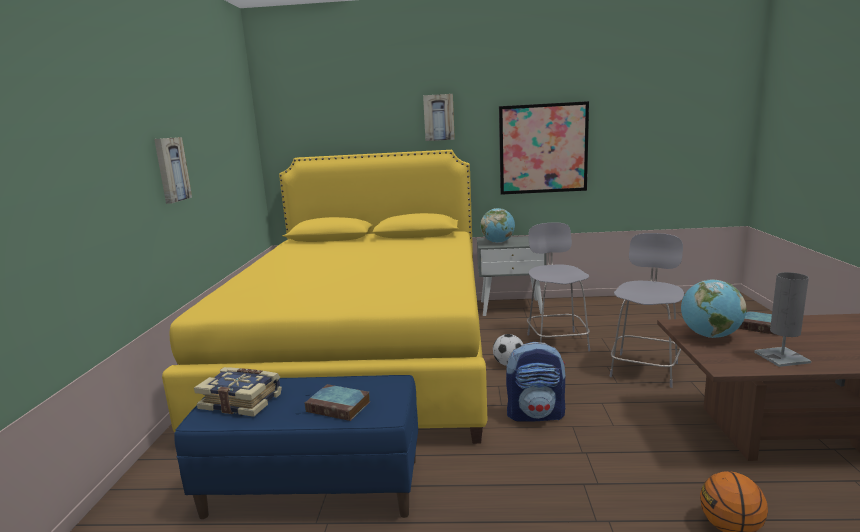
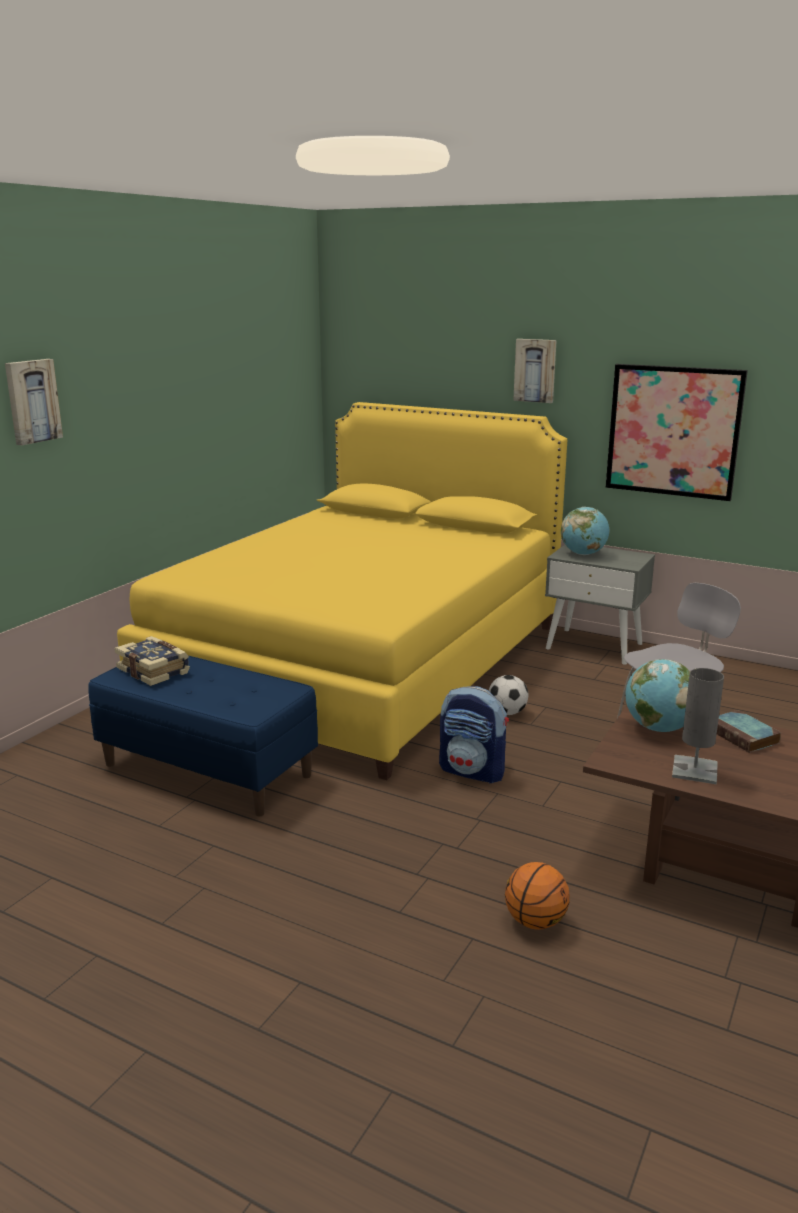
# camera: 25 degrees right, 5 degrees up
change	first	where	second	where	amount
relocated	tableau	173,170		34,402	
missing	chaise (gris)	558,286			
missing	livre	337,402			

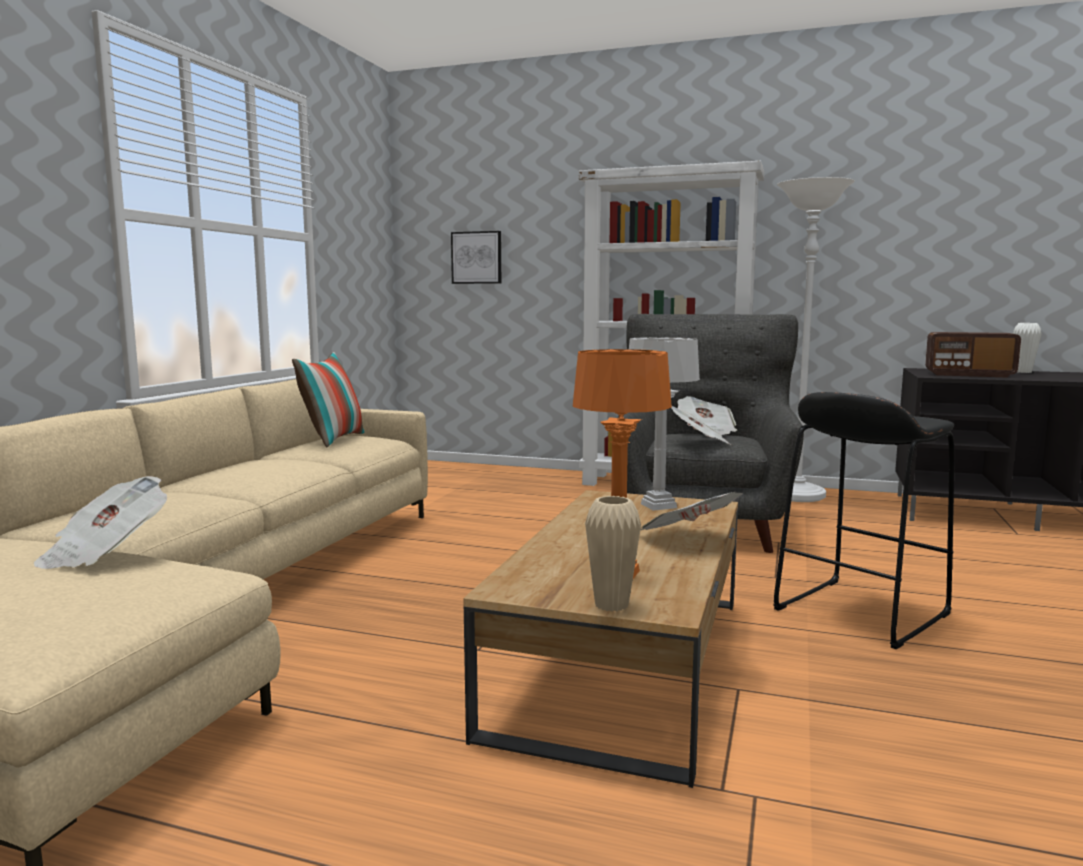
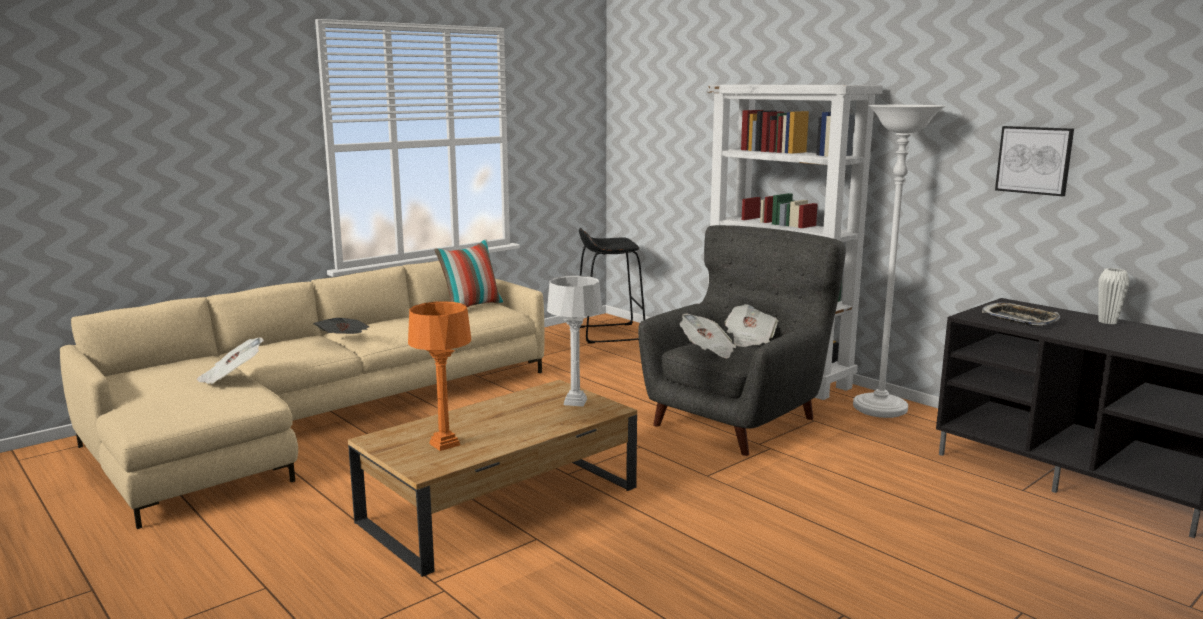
# camera: 30 degrees right, 5 degrees up
change	first	where	second	where	amount
relocated	tableau	476,257		1034,161	
exchanged	radio	973,354	plateau	1021,314	
relocated	tabouret (noir)	864,520		612,285	
relocated	journal	691,511		341,326	
missing	vase (beige)	613,554			

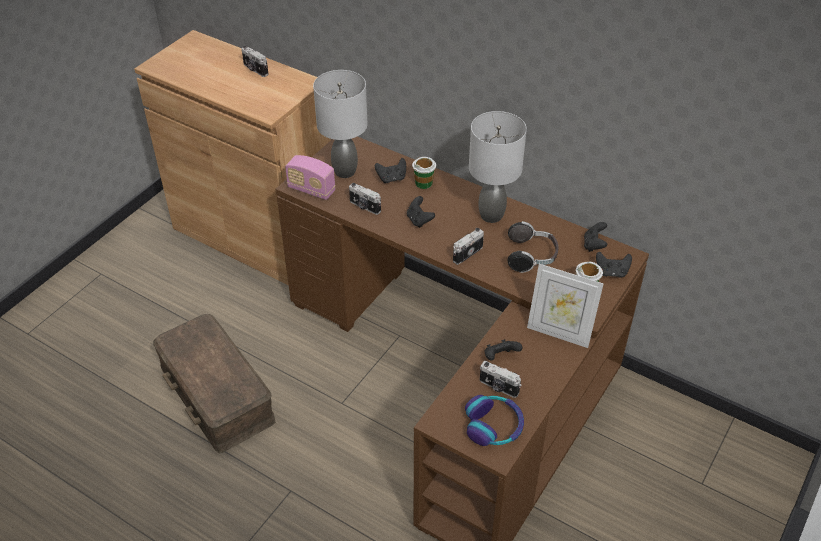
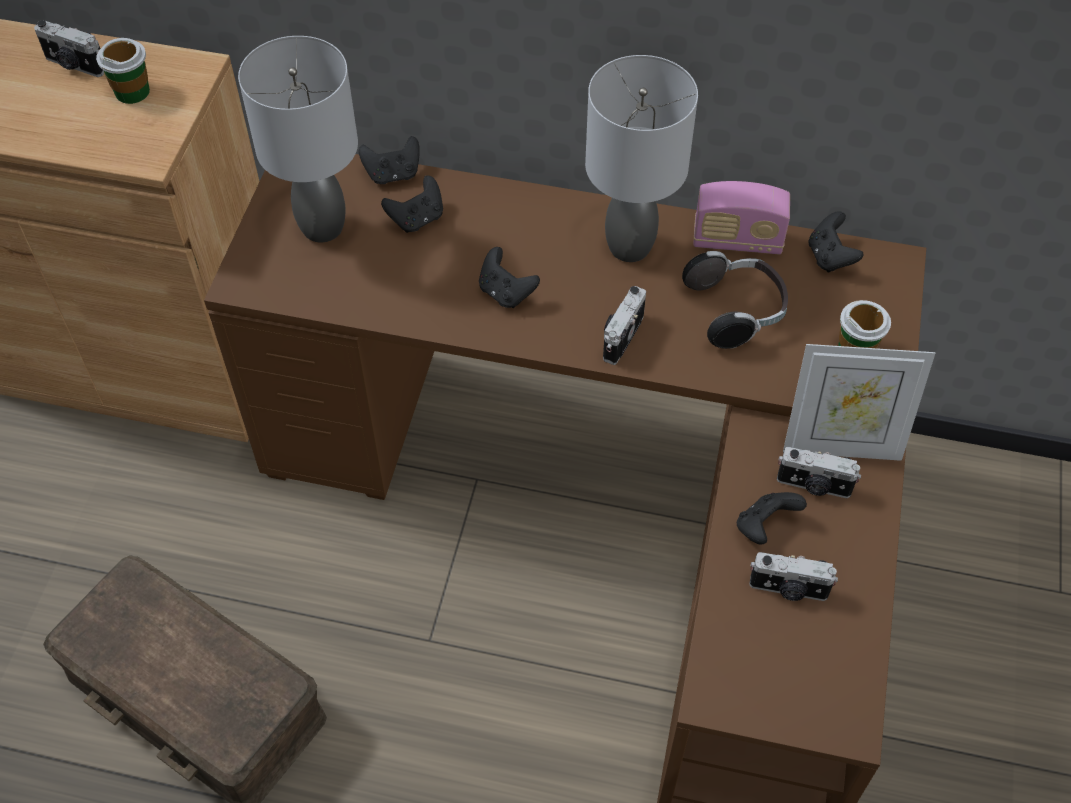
# camera: 20 degrees left, 10 degrees up
change	first	where	second	where	amount
relocated	radio	310,177		742,217	
relocated	tasse	424,173		123,71	
relocated	appareil photo	365,199		819,472	
relocated	manette (noir)	614,265		389,160	
missing	casque audio	494,420			

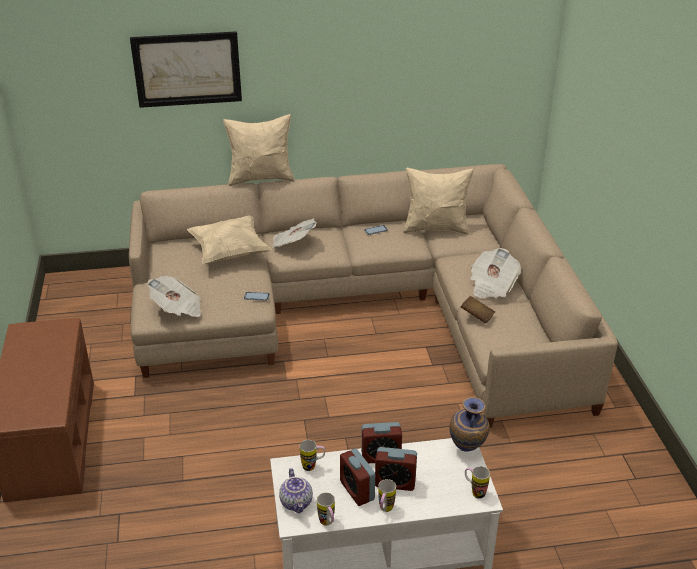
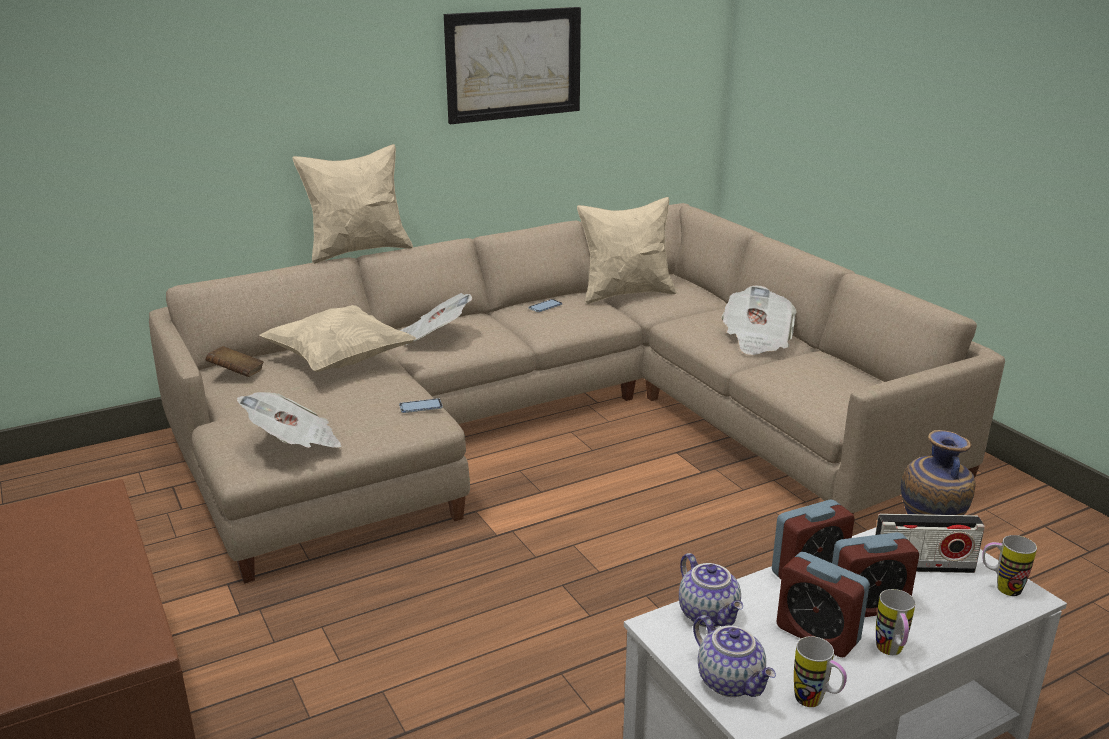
# camera: 20 degrees left, 10 degrees down
change	first	where	second	where	amount
relocated	tableau	186,69		512,65	
relocated	livre (marron)	478,310		235,361	
exchanged	mug	312,455	théière	711,590	
appeared			radio	930,543	

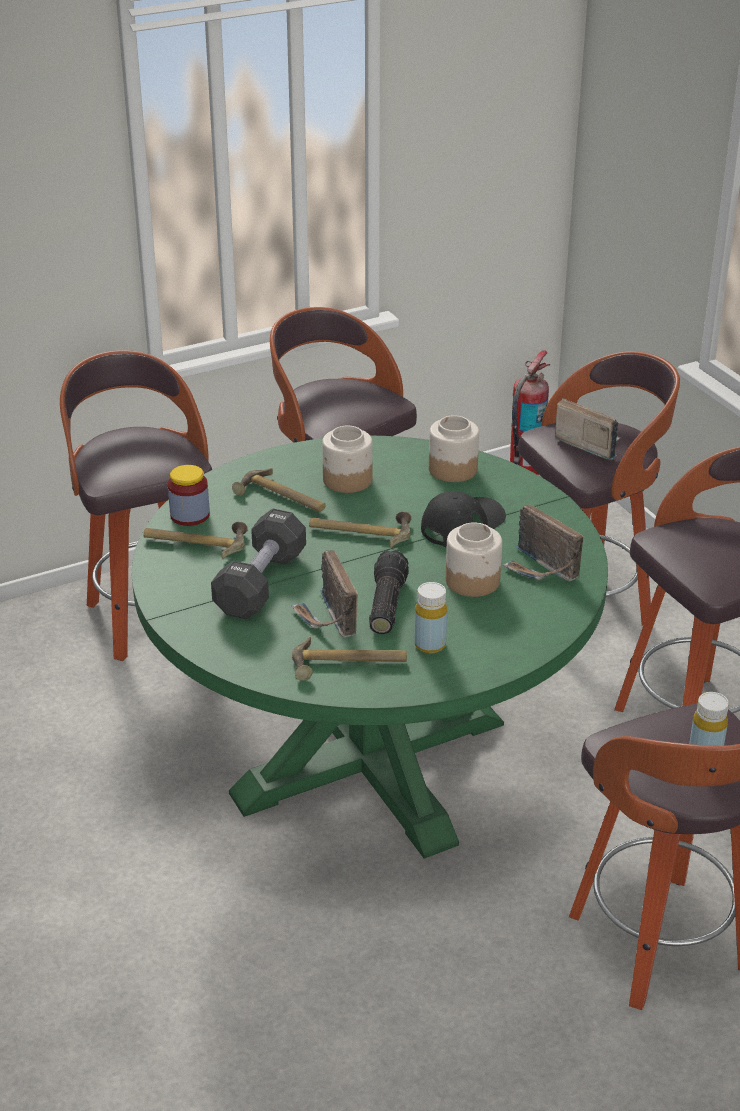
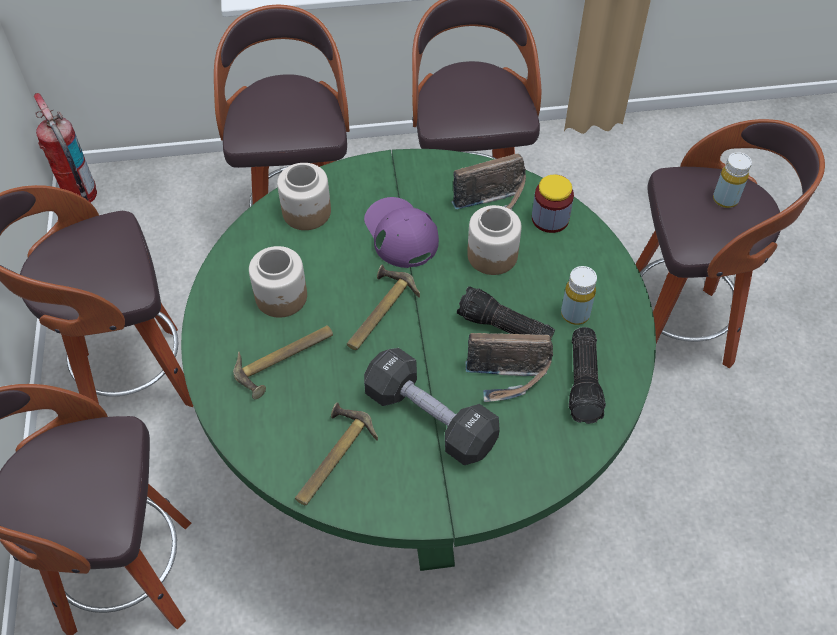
# camera: 70 degrees left, 20 degrees up
change	first	where	second	where	amount
missing	radio	588,429			
relocated	bocal	189,495		553,204	
colour	casquette (noir)	463,519	casquette (violet)	401,232	
exchanged	marteau	349,658	lampe de poche	587,375	

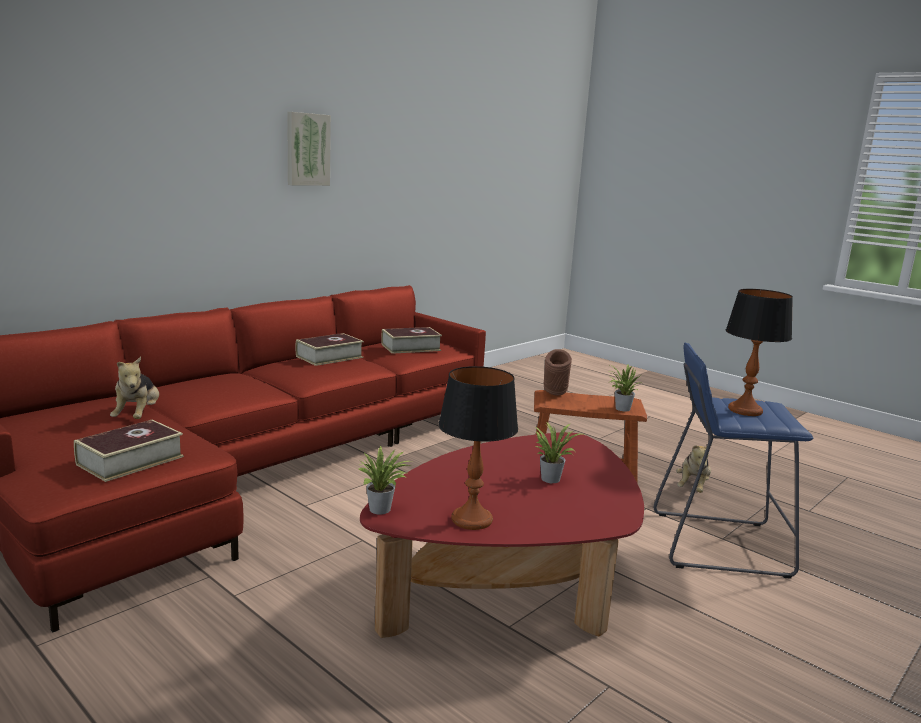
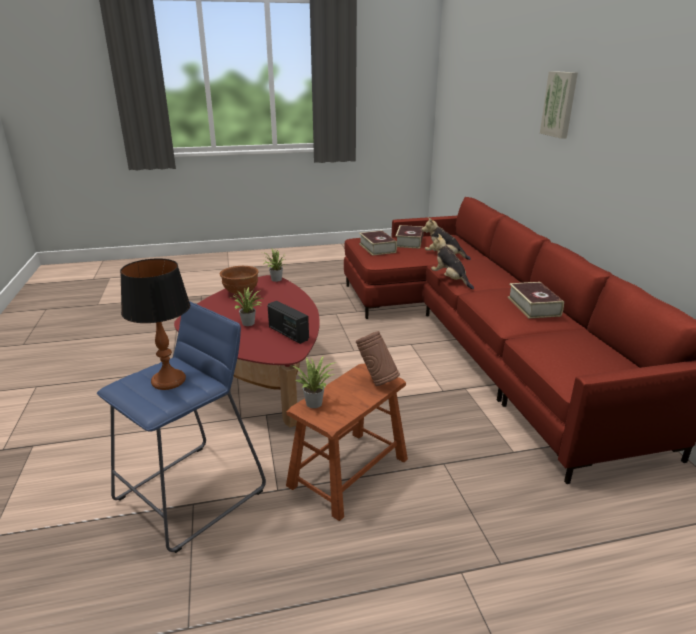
# camera: 125 degrees right, 10 degrees up
change	first	where	second	where	amount
relocated	tableau	309,149		559,105	
relocated	livre	411,340		410,237	
exchanged	lampe de table	478,448	bol (marron)	239,280	
relocated	peluche	694,468		451,261	
appeared			radio	288,322	

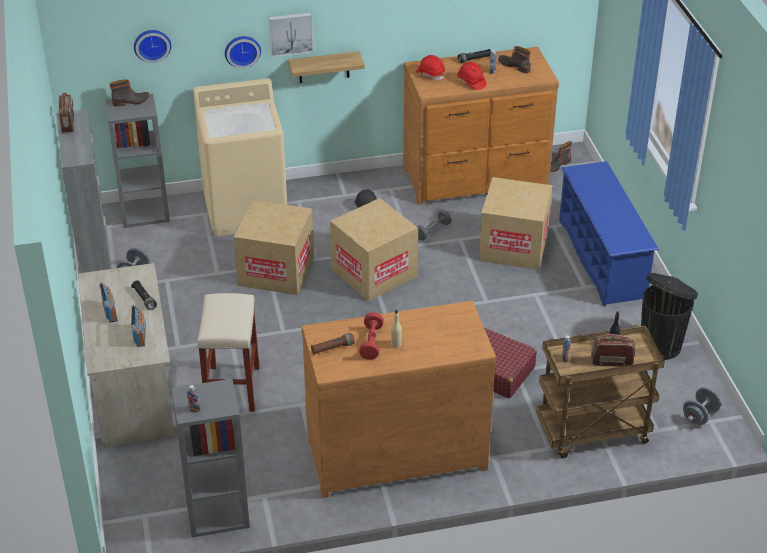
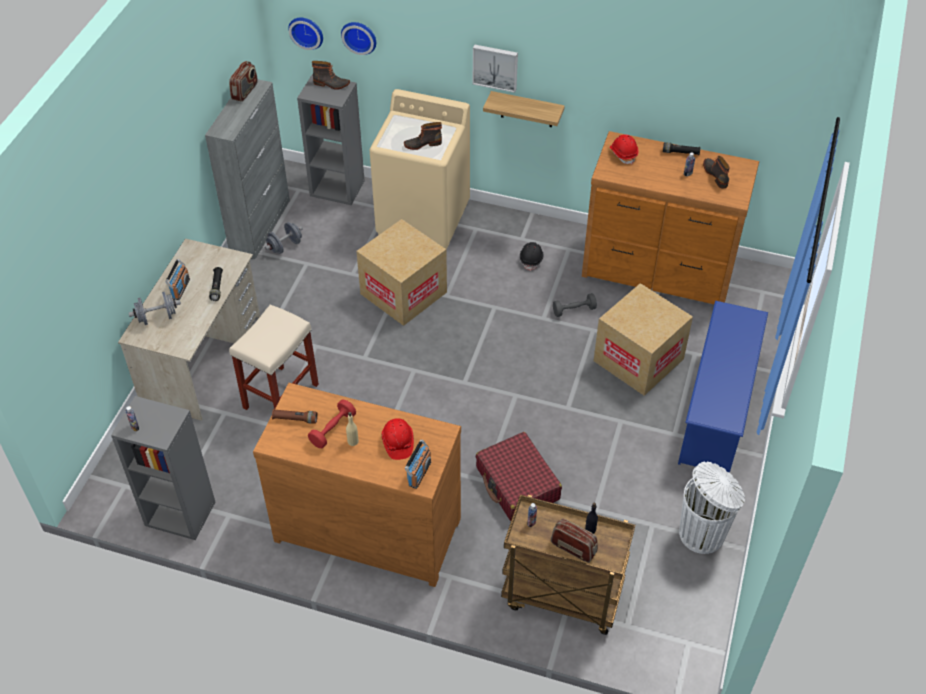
# camera: 30 degrees right, 10 degrees up
change	first	where	second	where	amount
relocated	horloge murale	243,52		305,34	
relocated	casque de chantier (rouge)	471,76		398,439	
relocated	botte	561,156		423,136	
missing	carton	374,249			
colour	poubelle (noir)	669,316	poubelle (blanc)	712,508	
relocated	radio	138,326		418,464	
relocated	haltère (gris)	702,406		155,308	

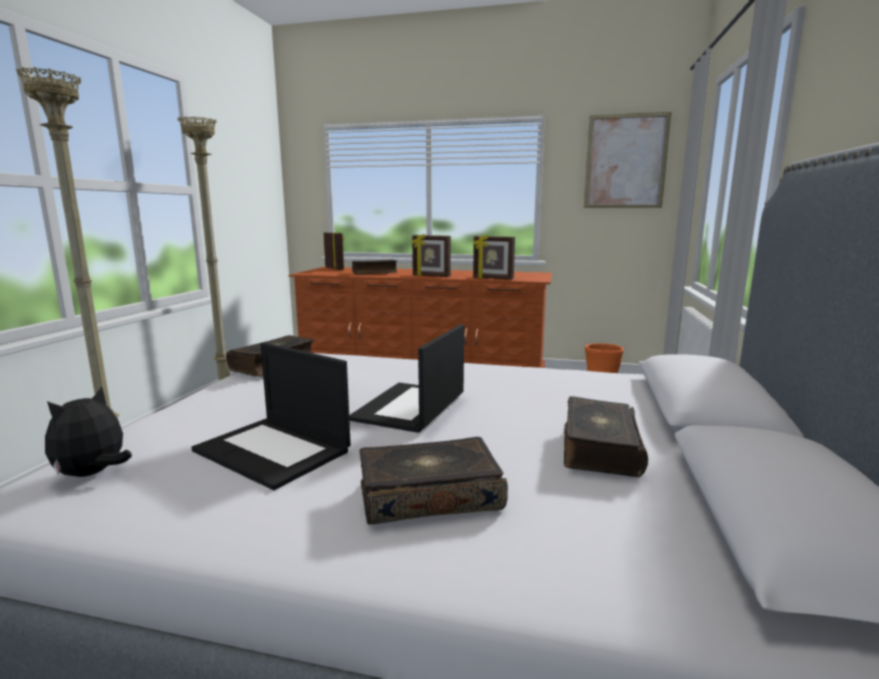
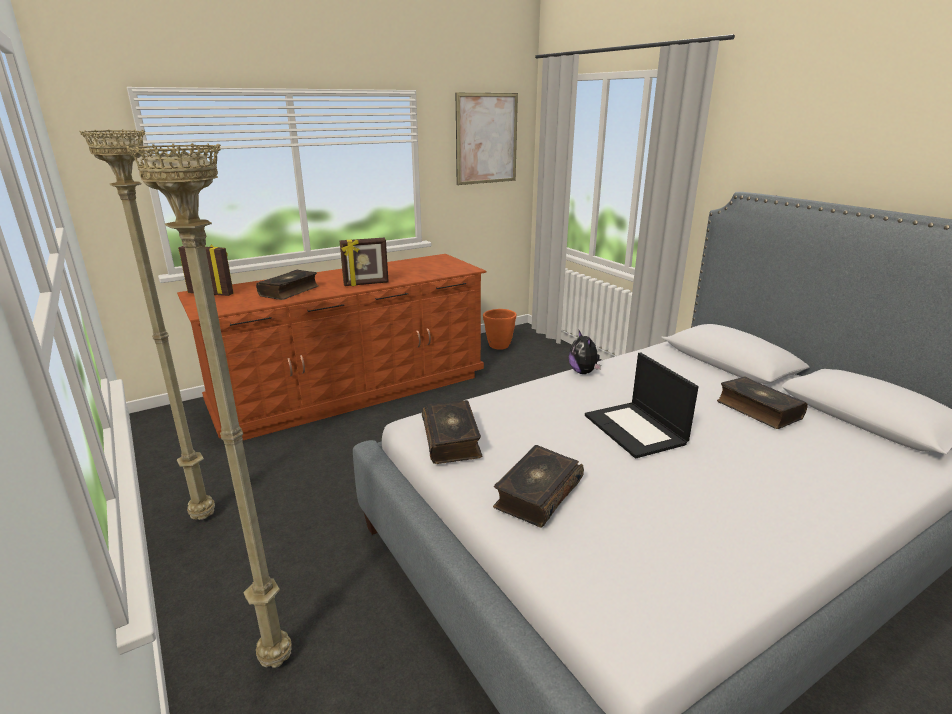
# camera: 45 degrees left, 10 degrees up
change	first	where	second	where	amount
missing	cadre photo	494,257			
missing	ordinateur portable	271,416			
relocated	peluche	88,431		585,352	
relocated	livre	433,481		538,486	

